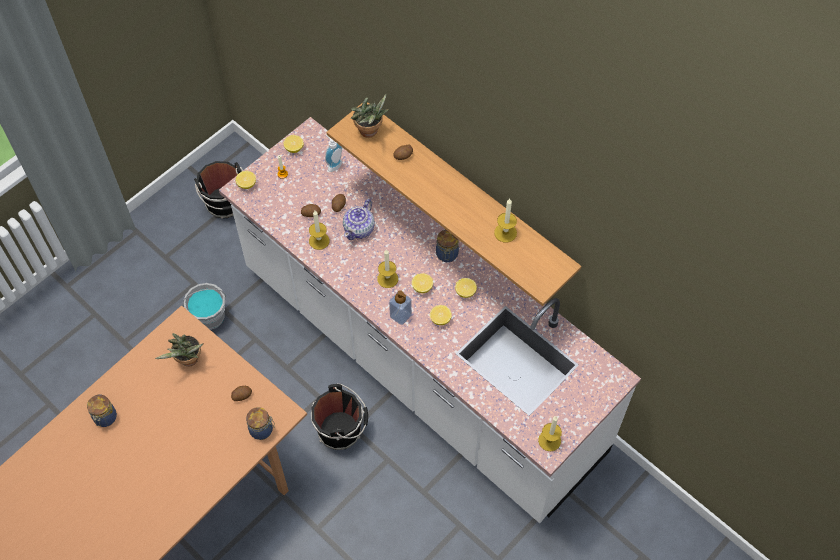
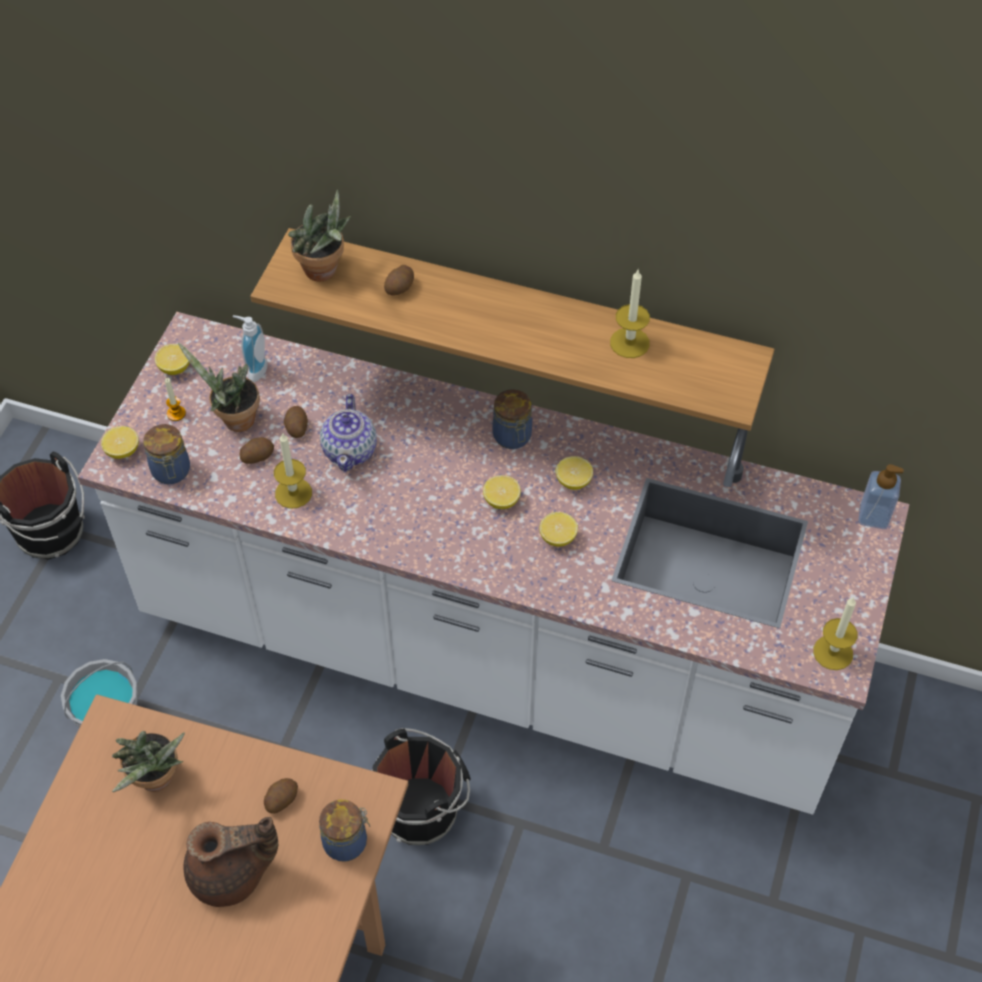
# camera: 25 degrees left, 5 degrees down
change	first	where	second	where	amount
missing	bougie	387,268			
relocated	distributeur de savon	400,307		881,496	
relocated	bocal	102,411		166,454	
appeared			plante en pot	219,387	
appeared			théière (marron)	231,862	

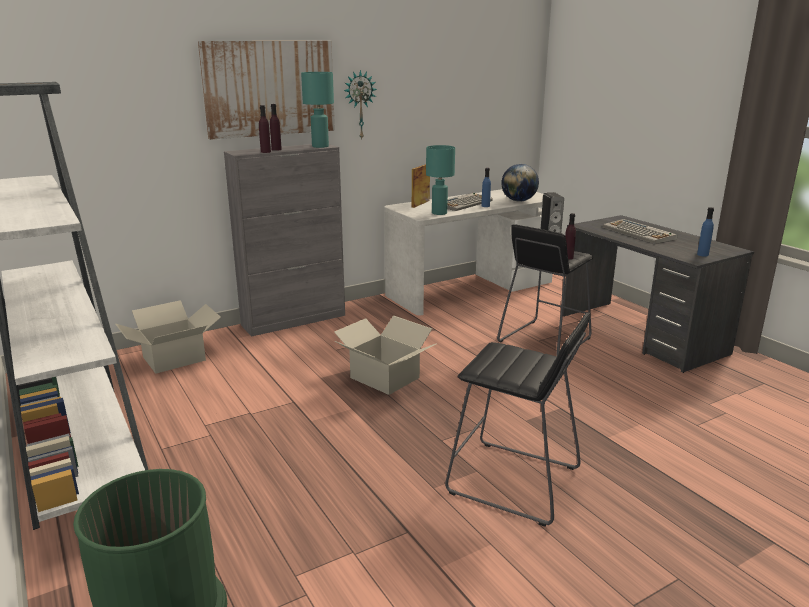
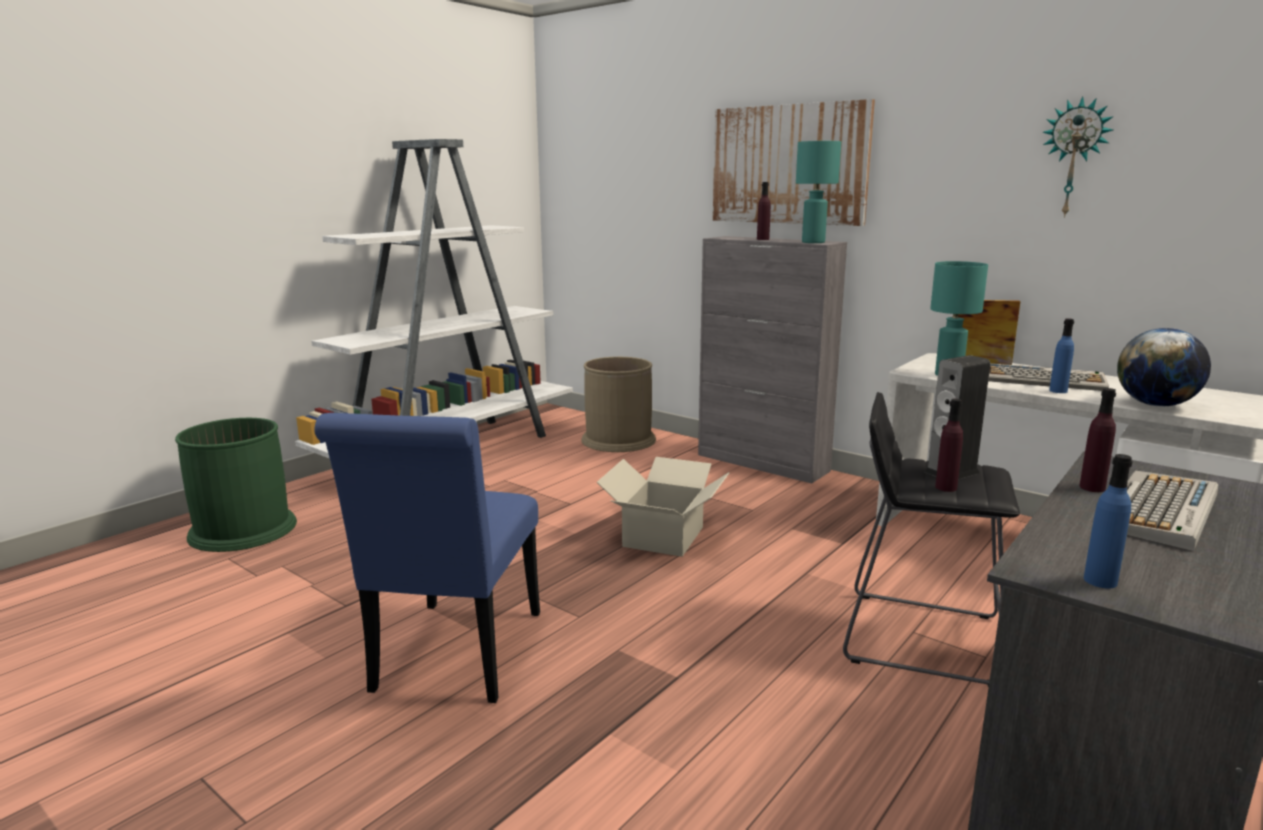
# camera: 70 degrees right, 5 degrees down
change	first	where	second	where	amount
relocated	horloge murale	360,104		1078,157	
relocated	bouteille (violet)	265,129		1097,440	
exchanged	carton	168,337	poubelle (marron)	618,404	
exchanged	tabouret (noir)	518,420	chaise (bleu)	427,558	

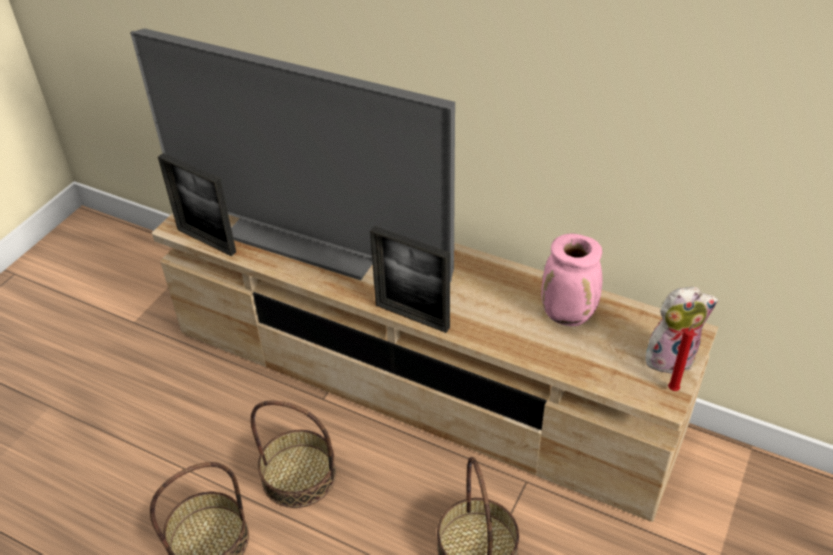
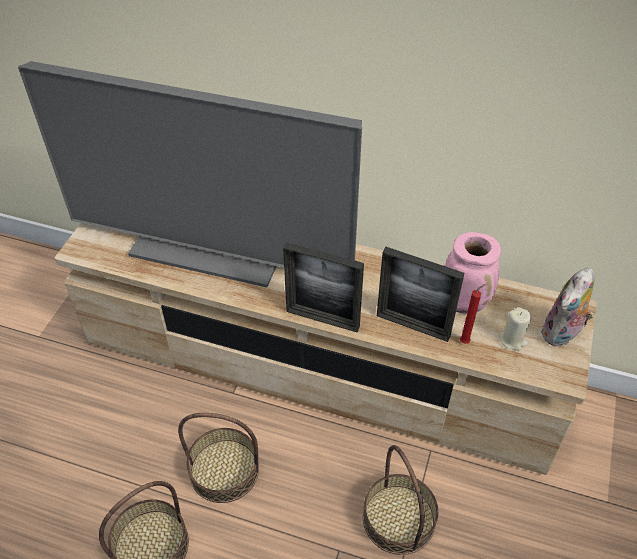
# camera: 10 degrees left, 5 degrees up
change	first	where	second	where	amount
relocated	cadre photo	197,204		420,294	
spun	peluche	682,330		567,307	150 degrees clockwise
relocated	bougie (rouge)	684,356		473,314	
appeared			bougie (beige)	515,329	

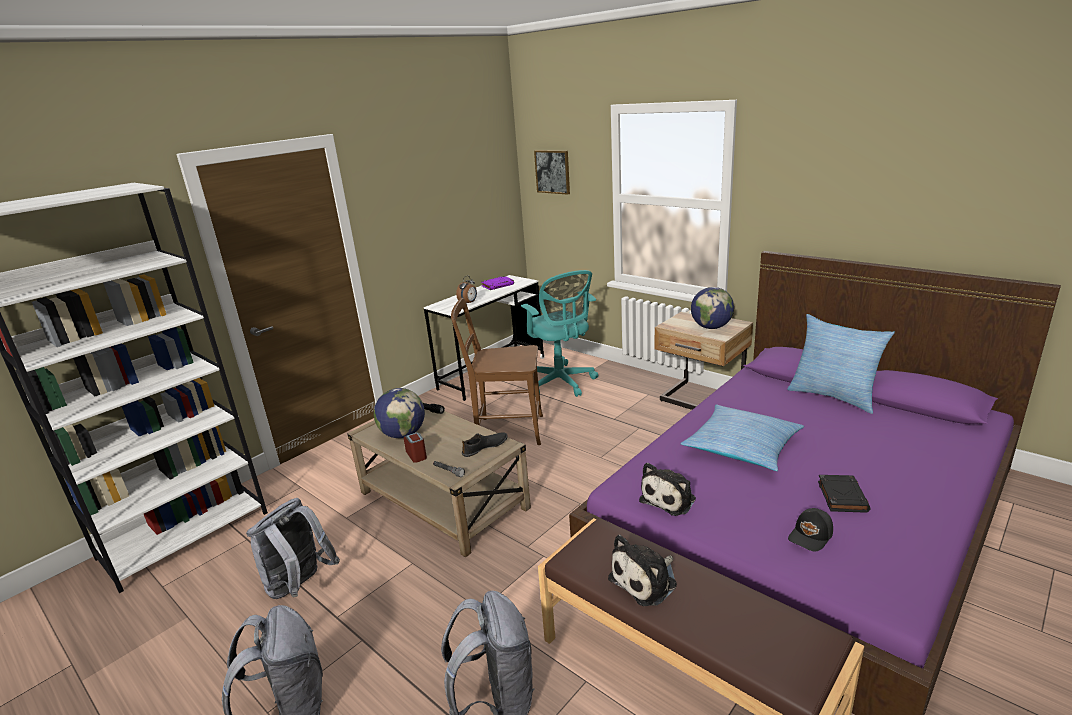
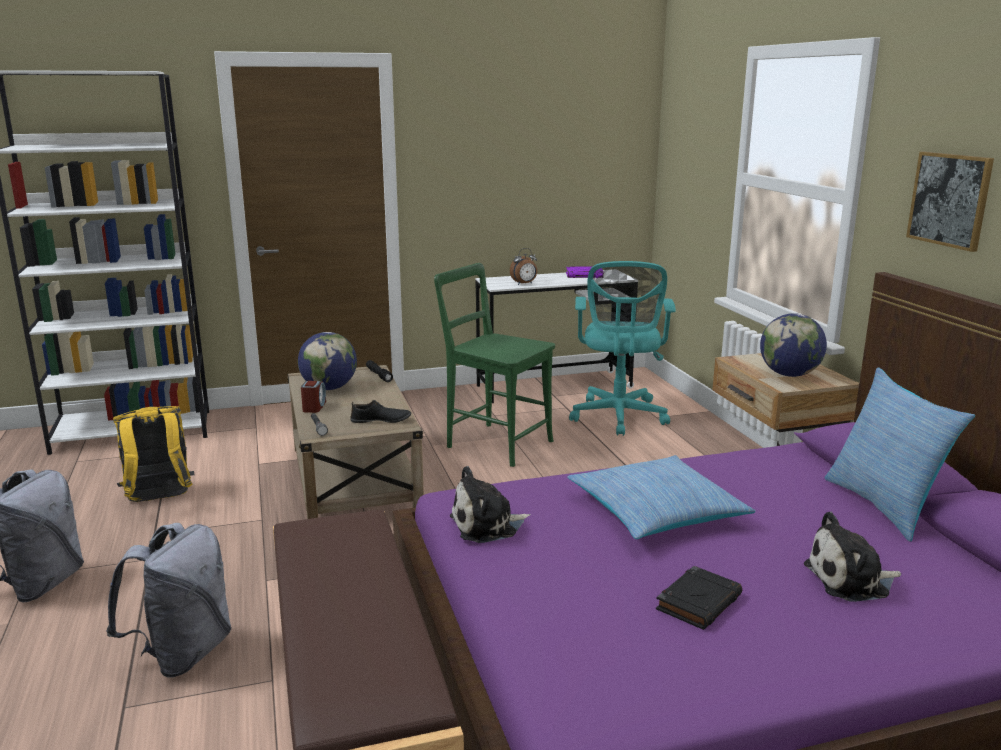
# camera: 30 degrees right, 5 degrees down
change	first	where	second	where	amount
relocated	tableau	552,172		950,202	
colour	chaise (marron)	497,371	chaise (vert)	494,365	
colour	sac à dos (gris)	293,548	sac à dos (jaune)	153,454	
missing	casquette (noir)	810,530			
relocated	peluche	642,570		852,557	

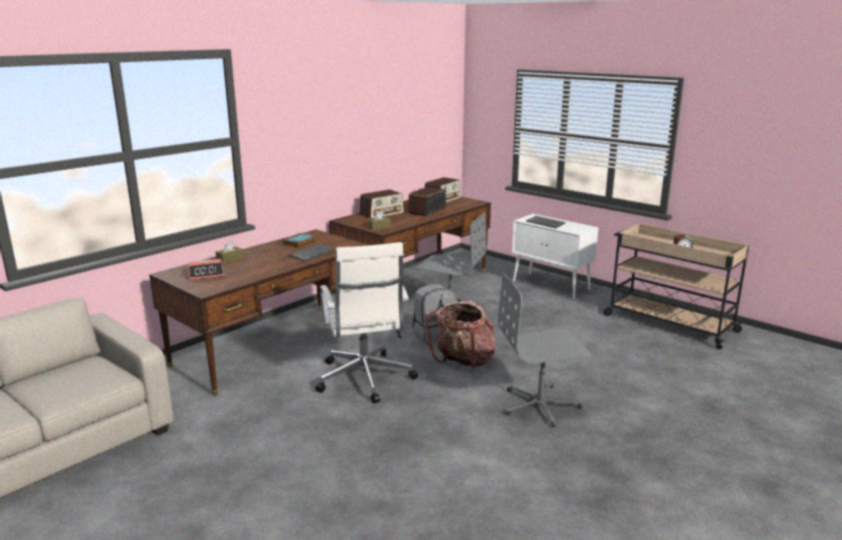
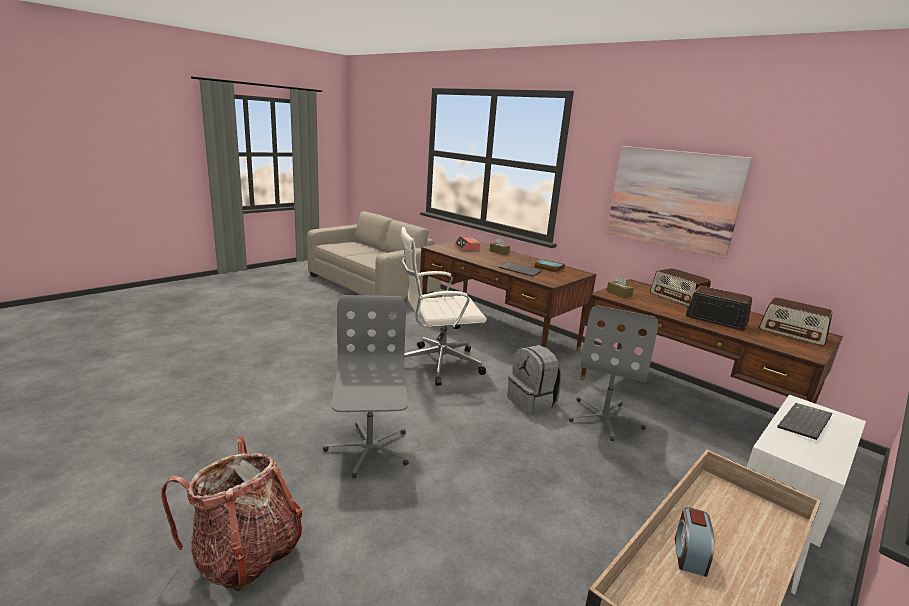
# camera: 90 degrees right, 0 degrees up
change	first	where	second	where	amount
relocated	sac à dos	461,334		231,514	
appeared			tableau	679,202	

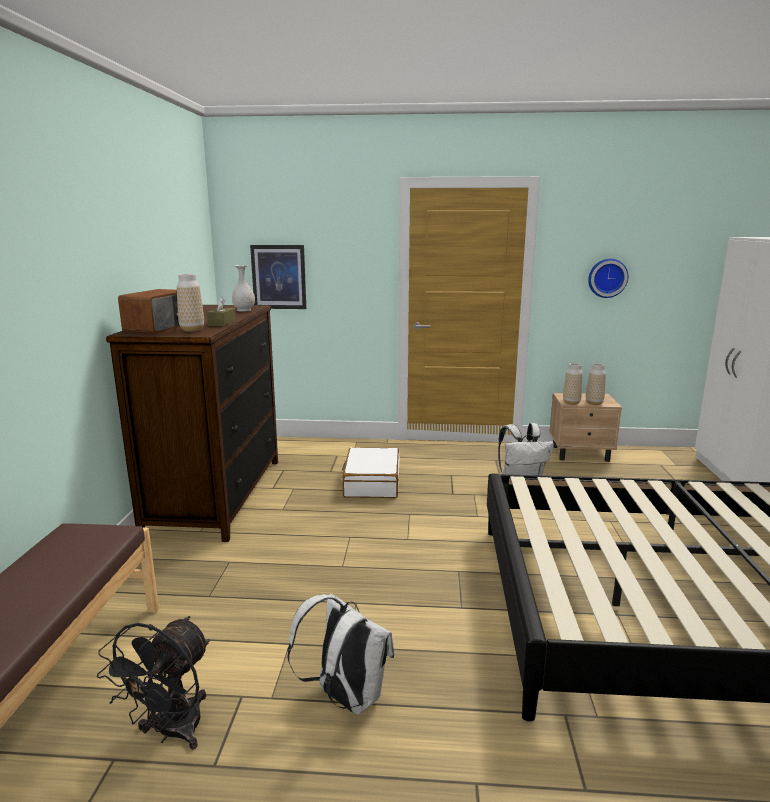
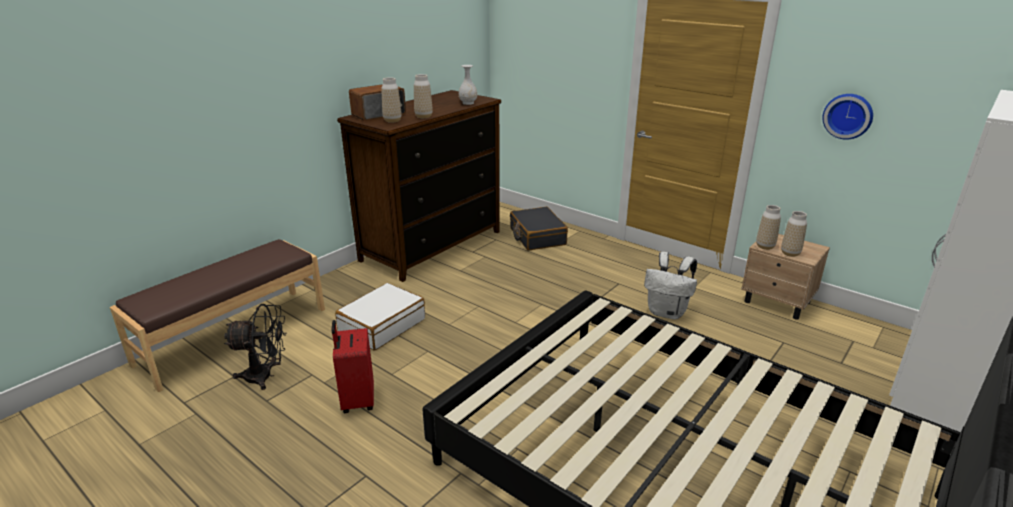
# camera: 35 degrees right, 10 degrees up
change	first	where	second	where	amount
missing	tableau	278,277			
exchanged	boîte à mouchoirs (marron)	221,311	vase	423,96	
relocated	valise (blanc)	371,473		380,316	
exchanged	sac à dos (blanc)	340,654	valise (rouge)	353,366	
spun	ventilateur (noir)	153,683		255,347	150 degrees counterclockwise
appeared			valise (noir)	539,229	

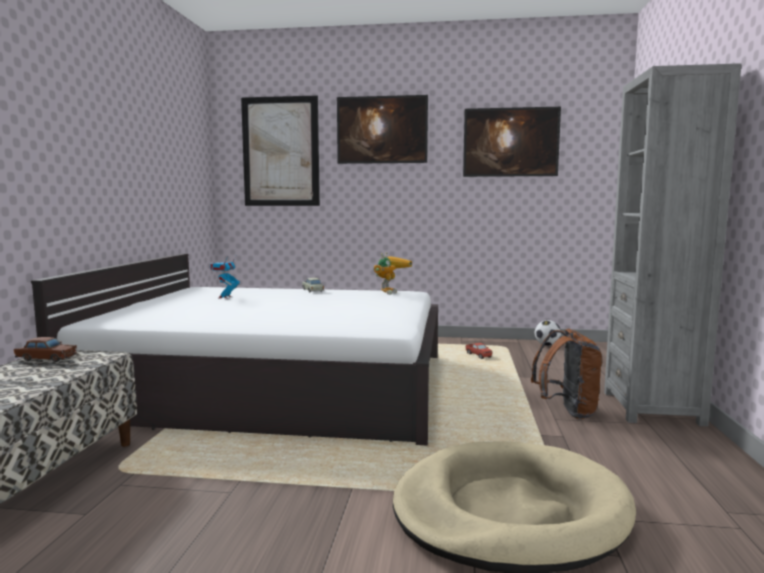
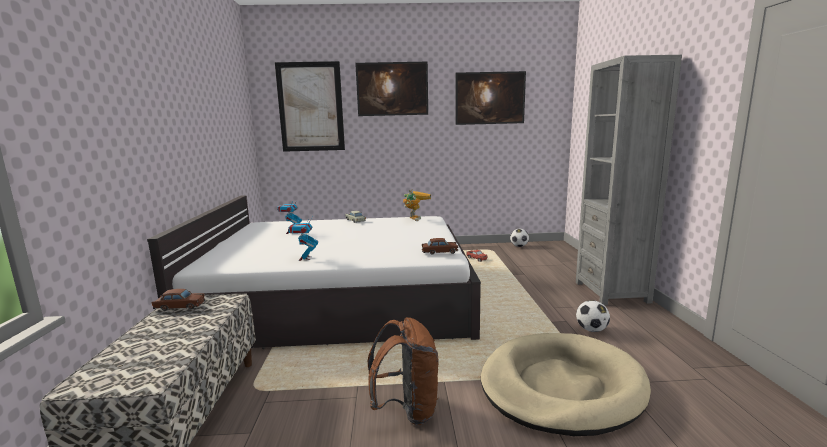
# camera: 10 degrees left, 5 degrees up
change	first	where	second	where	amount
relocated	sac à dos (marron)	567,374		403,371	
appeared			robot jouet	303,238	
appeared			petite voiture (marron)	440,246	
appeared			ballon de foot	593,316	

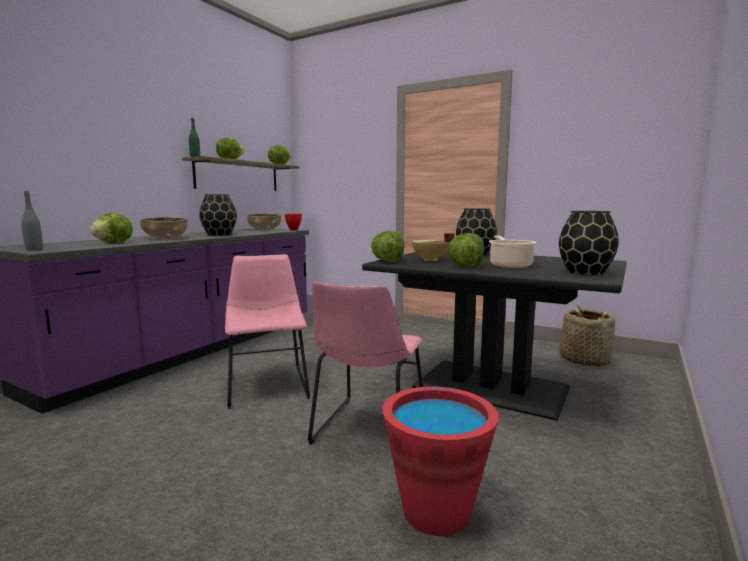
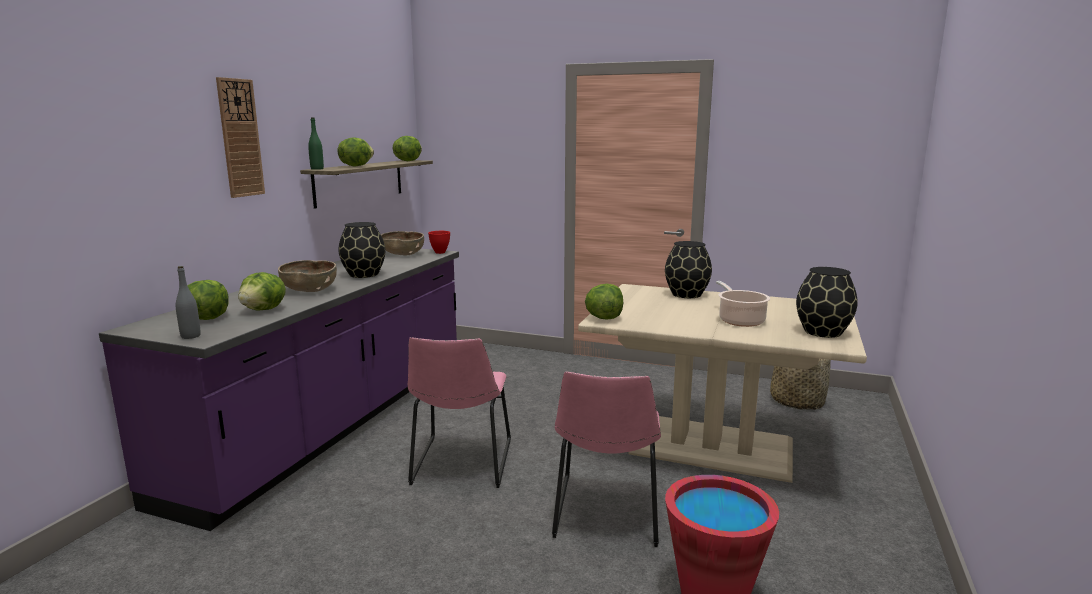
# camera: 10 degrees left, 5 degrees up
change	first	where	second	where	amount
missing	marmite (beige)	433,247			
relocated	laitue	466,250		208,300	
colour	table à manger (noir)	494,336	table à manger (beige)	722,383	
spun	chaise (rose)	267,331		459,412	150 degrees counterclockwise
appeared			horloge murale	240,137	

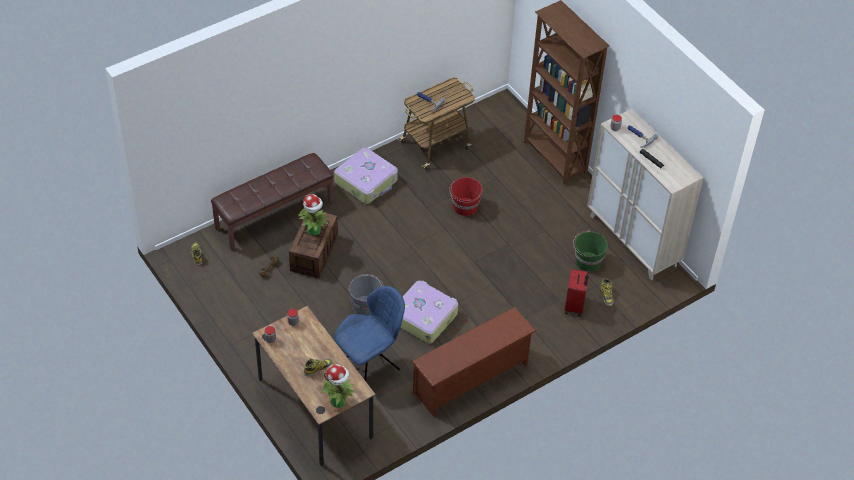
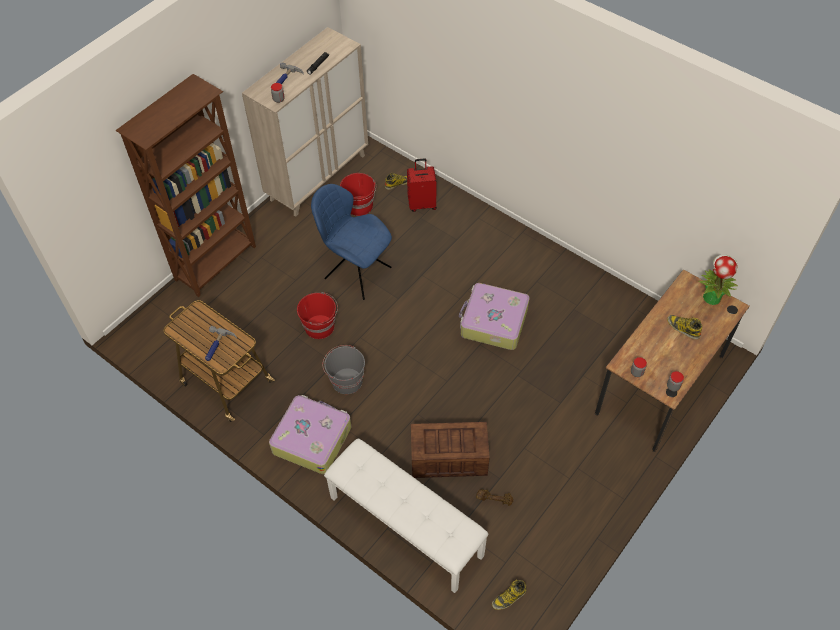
# camera: 105 degrees left, 5 degrees up
change	first	where	second	where	amount
colour	banc (marron)	272,202	banc (blanc)	406,515	
missing	plante en pot	313,215			
colour	seau (vert)	590,251	seau (rouge)	358,194	
relocated	seau (gris)	366,295		343,369	
relocated	chaise (bleu)	369,333		351,242	
missing	étagère à chaussures (marron)	473,362			

